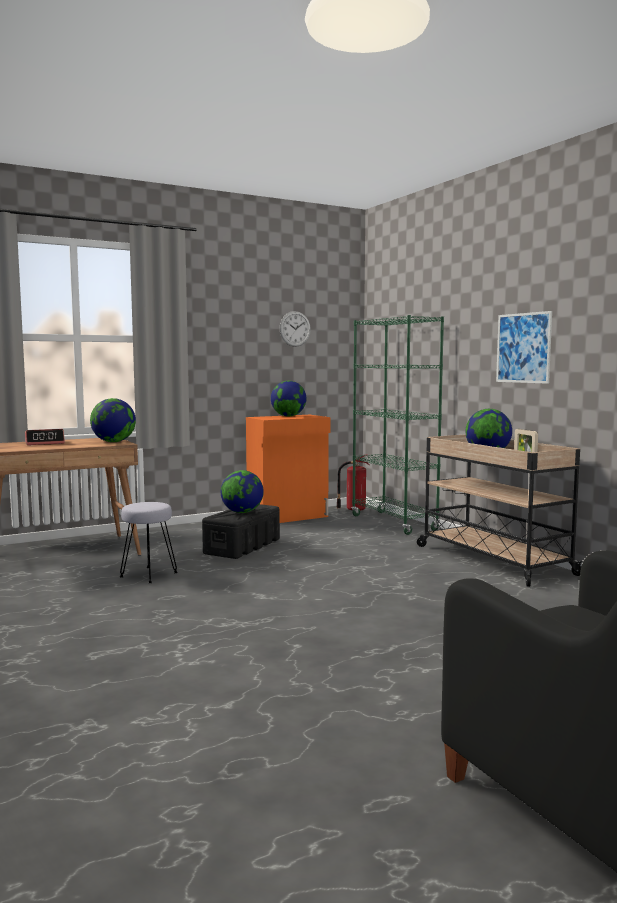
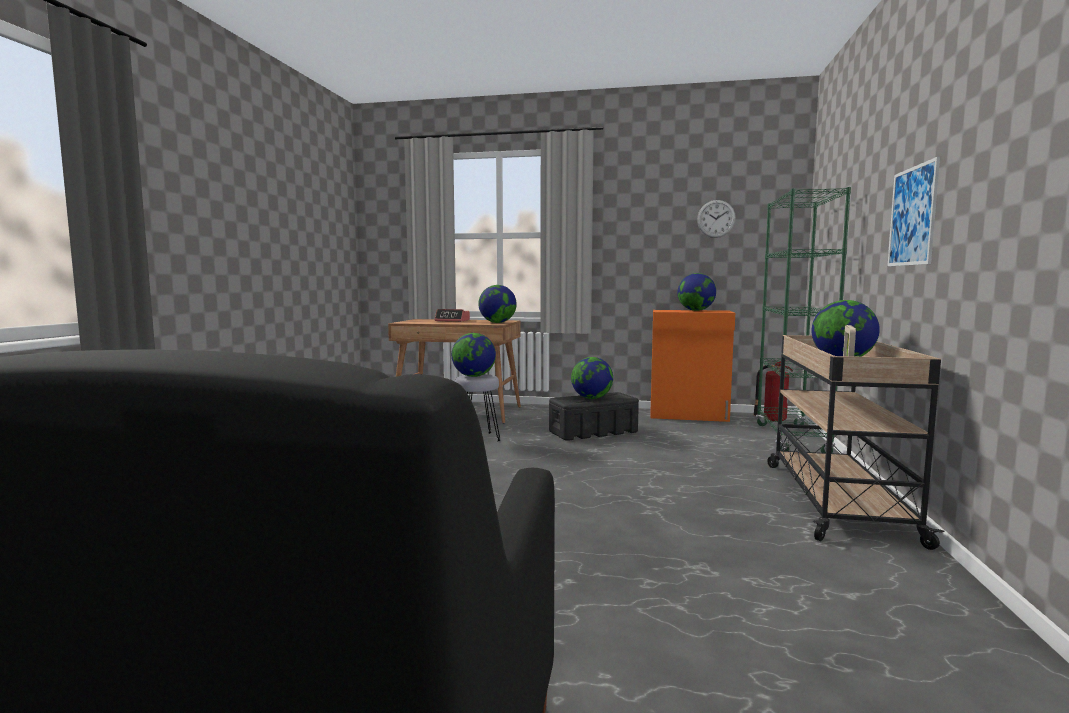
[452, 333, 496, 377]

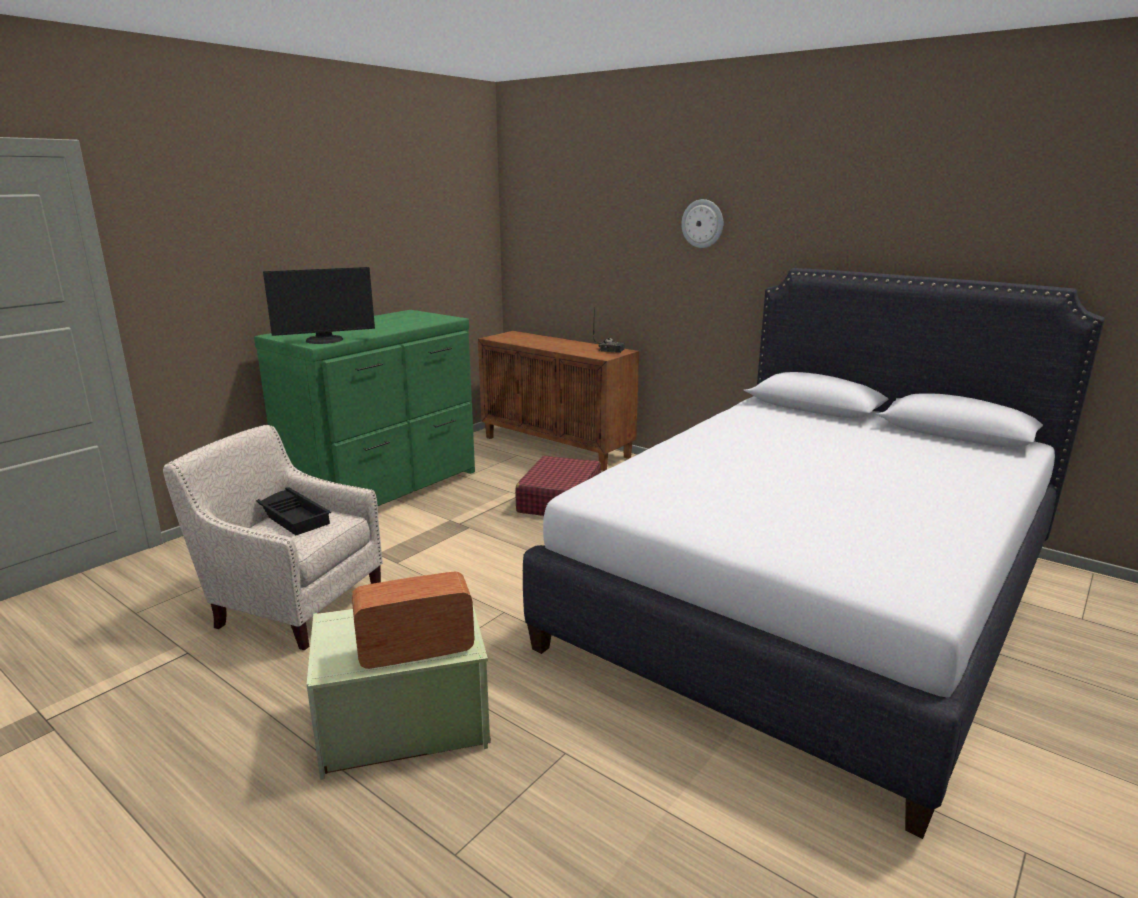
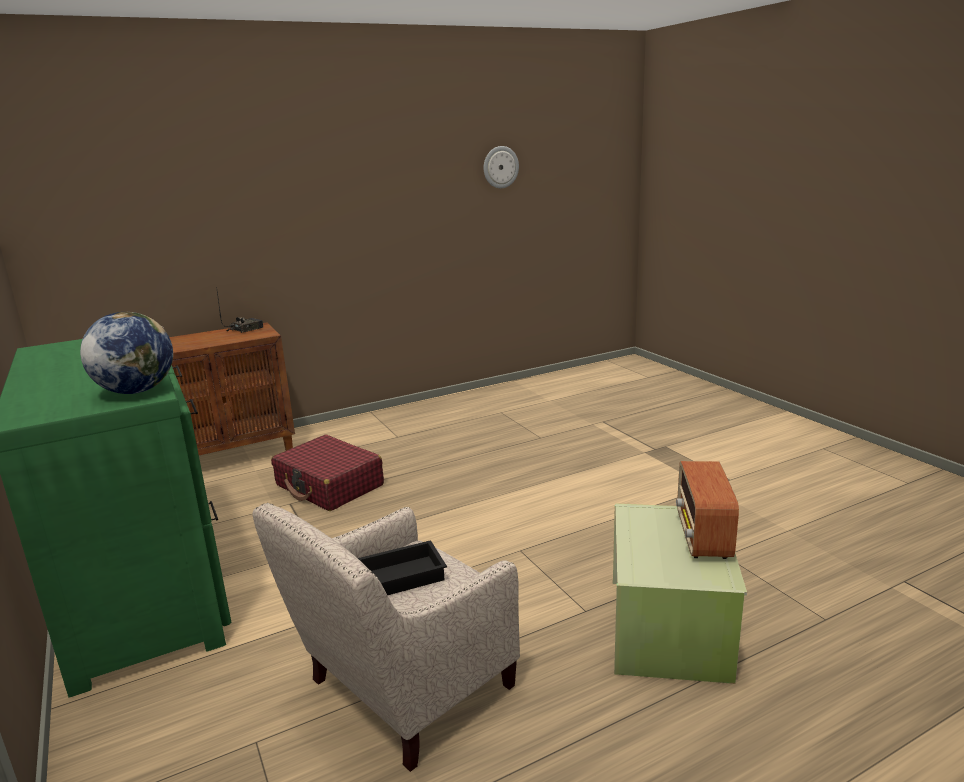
[484, 146, 519, 188]
[80, 312, 173, 394]
[523, 268, 1105, 839] (first image)

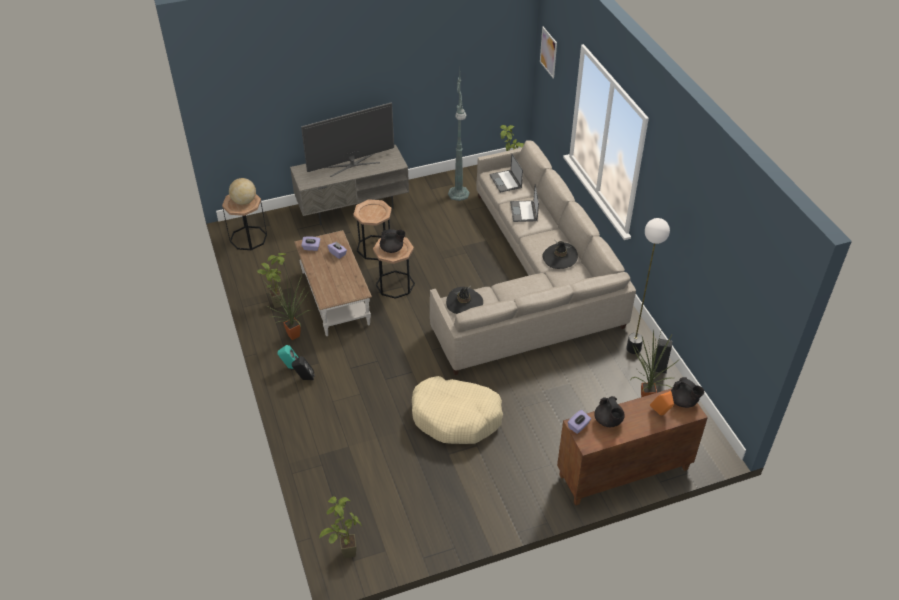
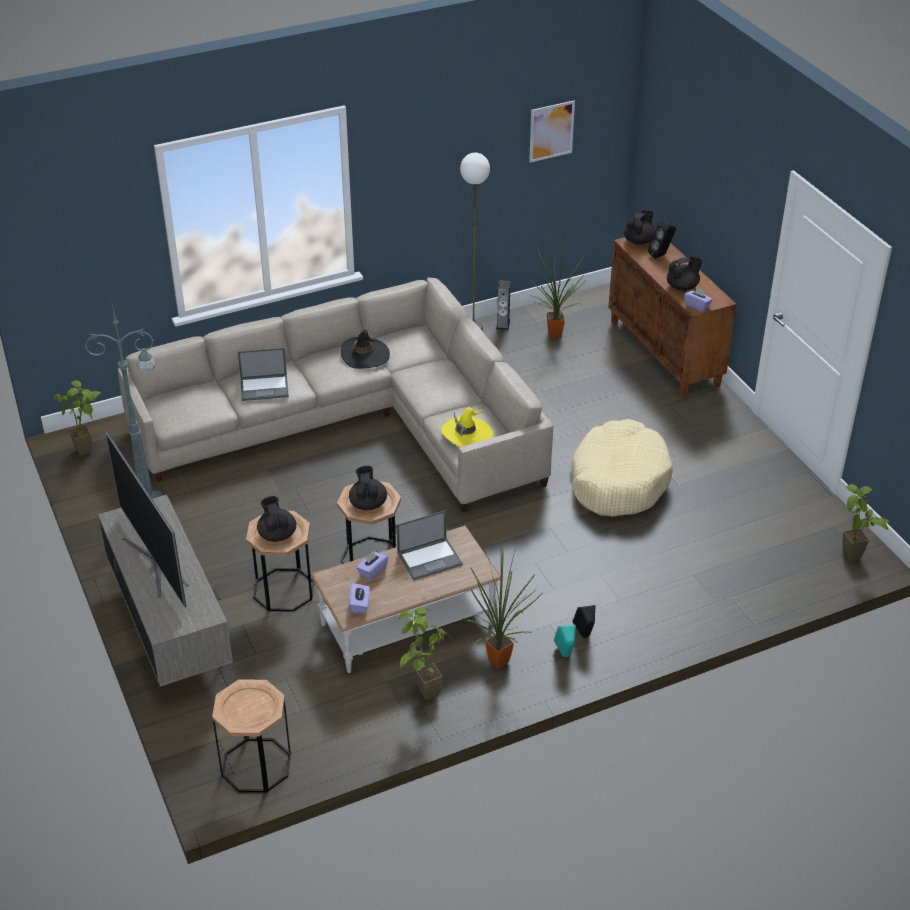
[529, 101, 575, 163]
[397, 510, 463, 580]
[229, 178, 256, 205] (first image)
[441, 407, 494, 447]
[648, 221, 676, 259]
[257, 496, 296, 542]

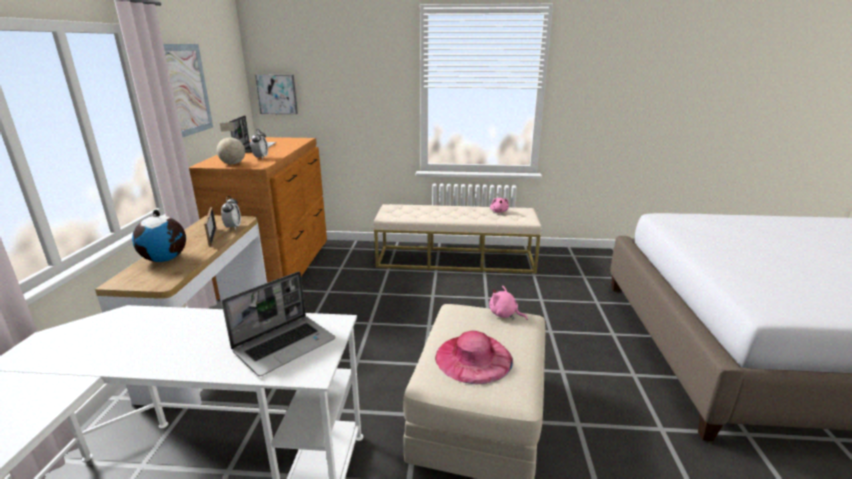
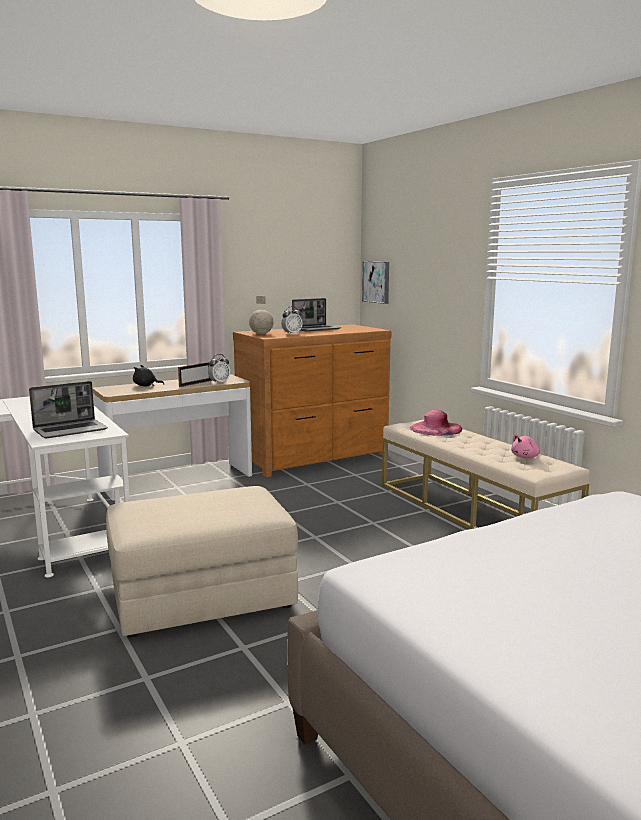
[163, 44, 213, 137] (first image)
[133, 365, 164, 386]
[29, 381, 108, 438]
[489, 286, 528, 320] (first image)
[410, 410, 462, 436]

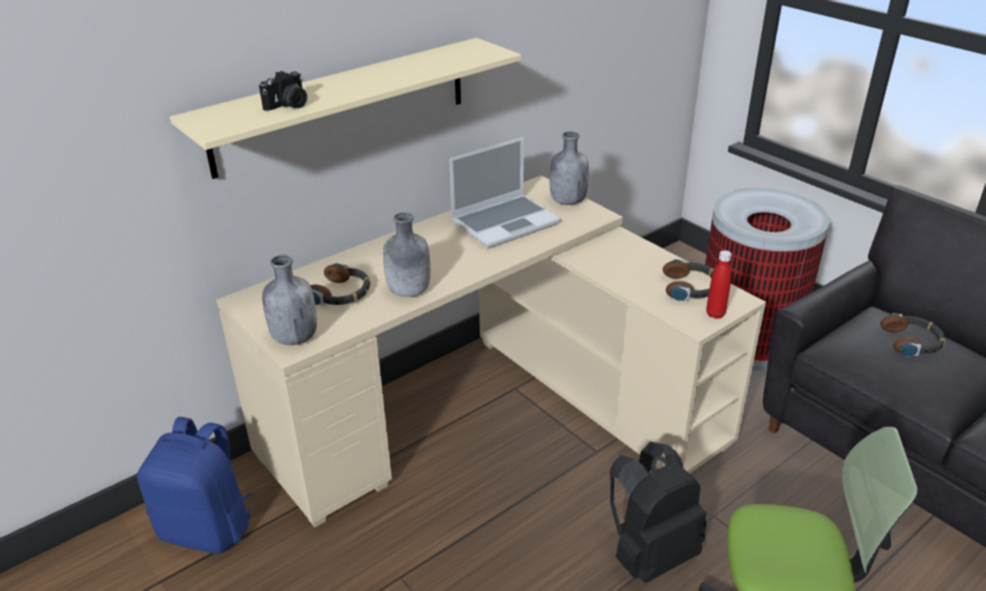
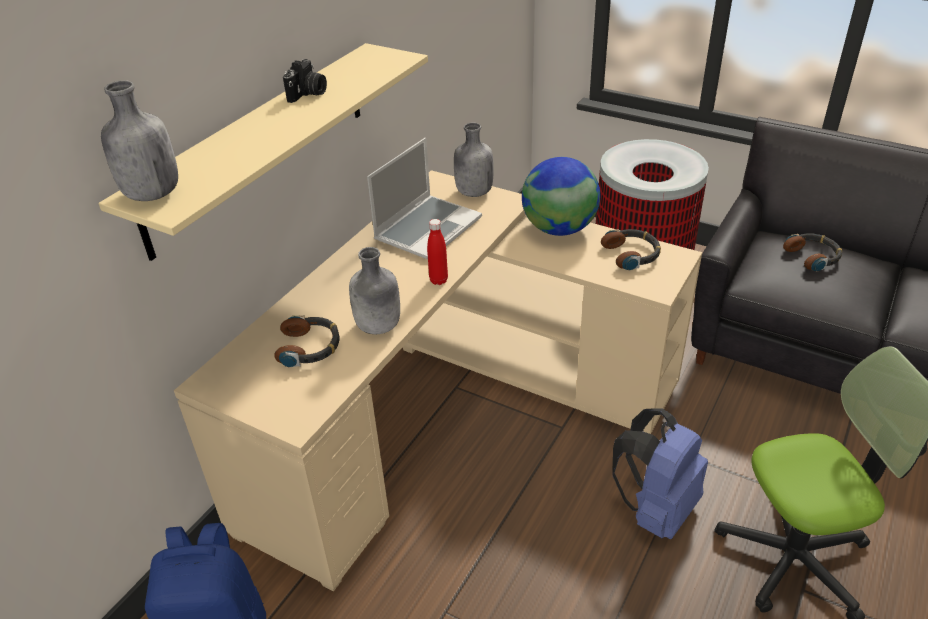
[283, 59, 327, 103]
[427, 219, 448, 285]
[101, 80, 178, 201]
[612, 408, 708, 539]
[522, 157, 600, 236]

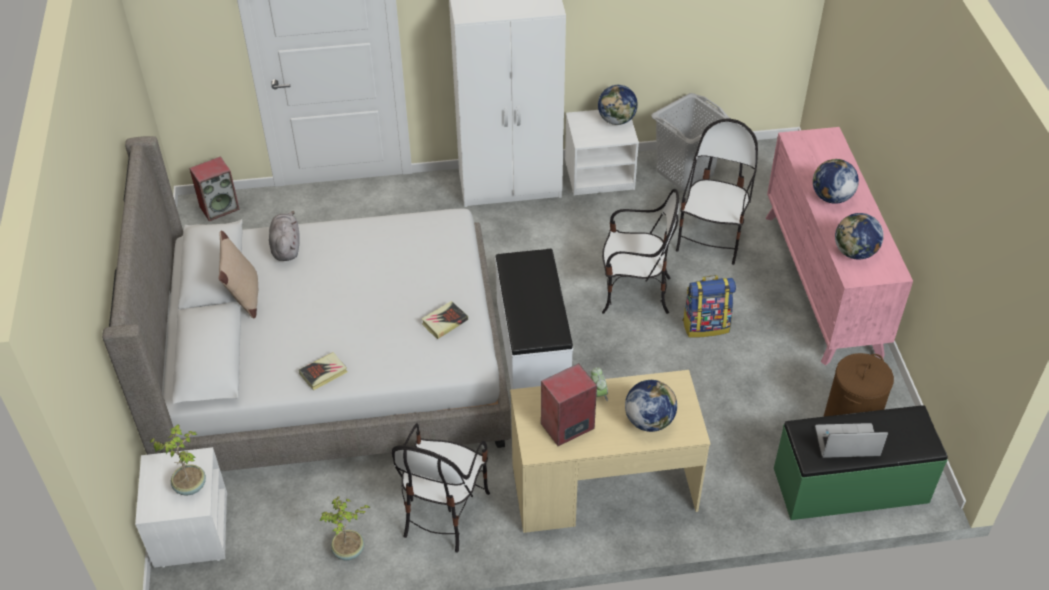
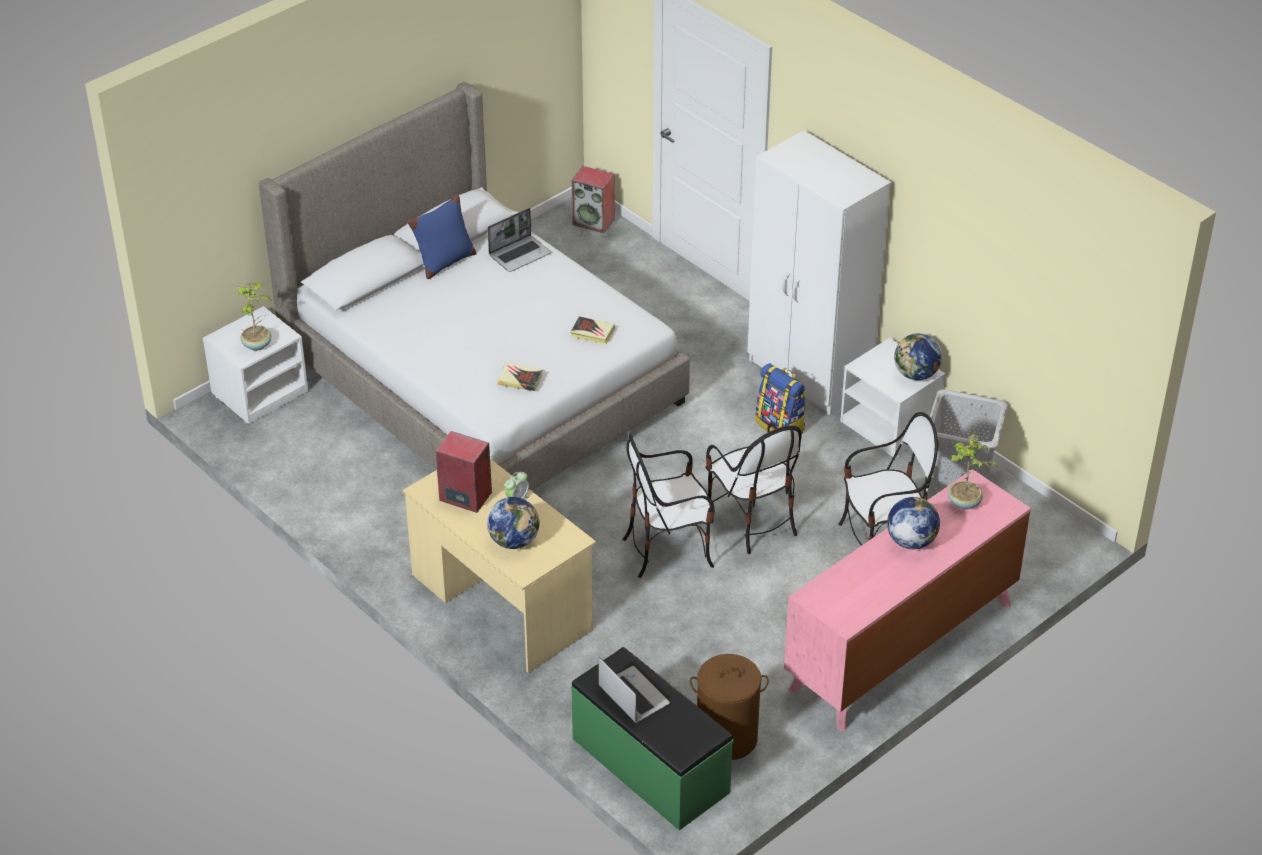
[487, 208, 551, 272]
[835, 213, 884, 260] (first image)
[407, 194, 477, 279]
[495, 249, 573, 389] (first image)
[755, 363, 806, 433]
[570, 316, 615, 345]
[623, 433, 715, 578]
[948, 434, 998, 509]

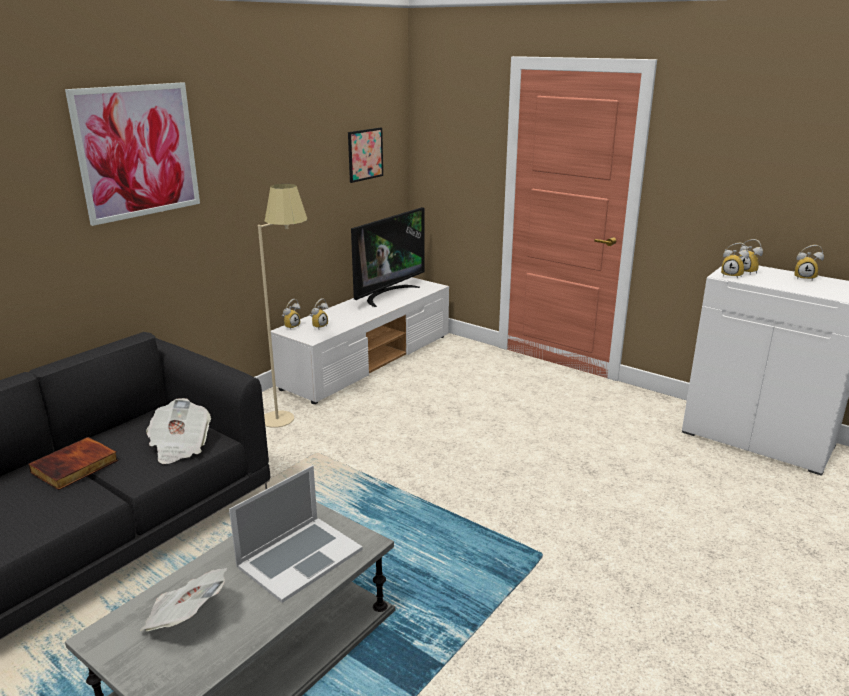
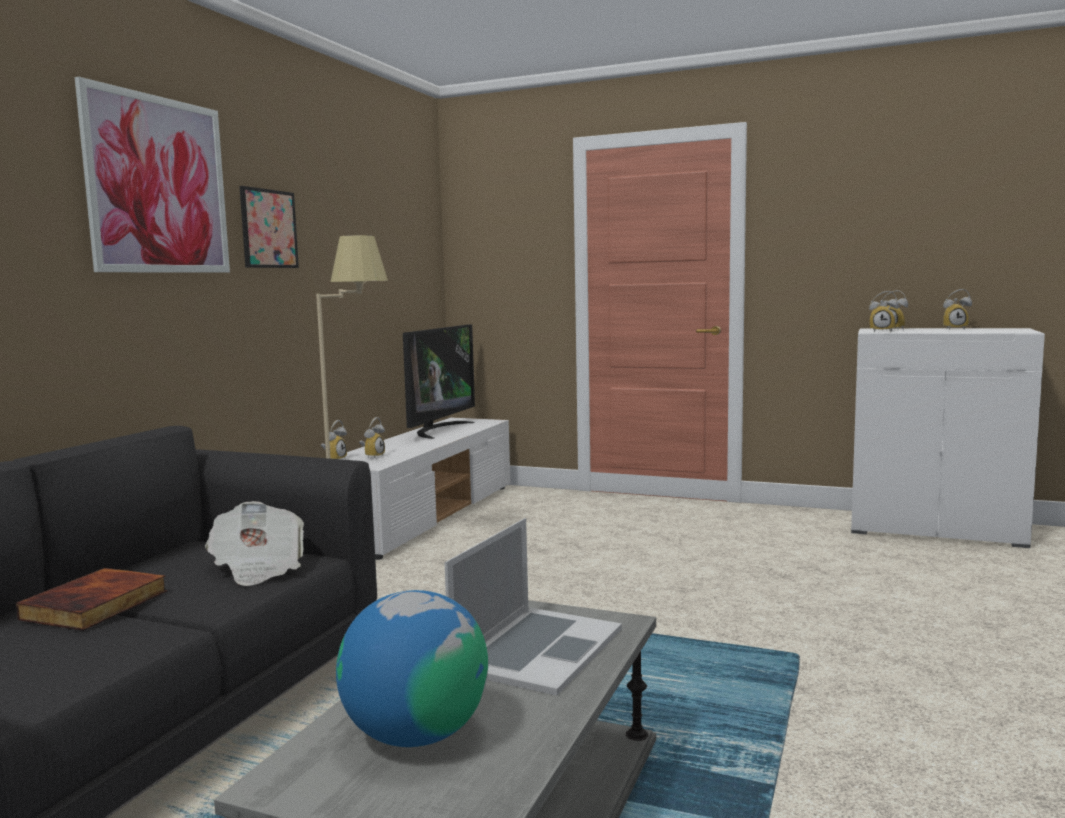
[240, 186, 299, 268]
[336, 590, 488, 747]

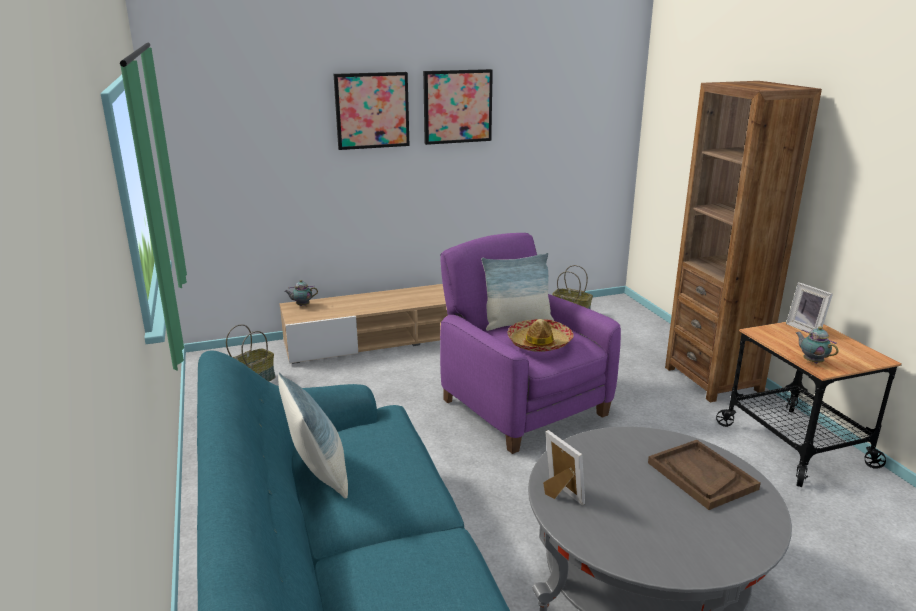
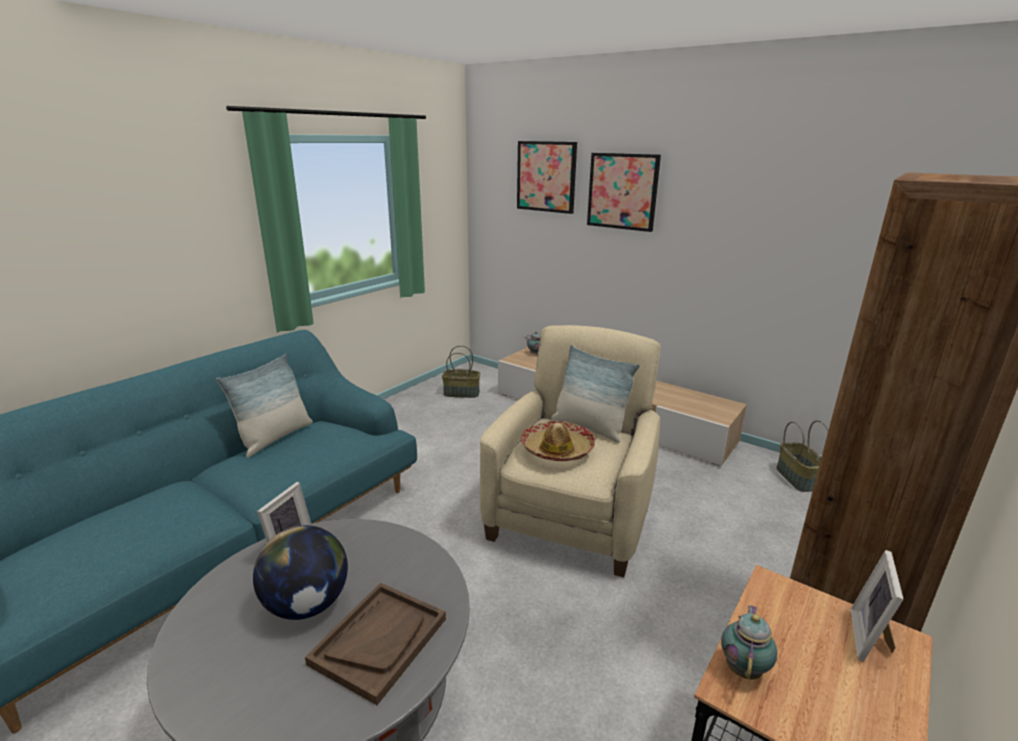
[517, 141, 577, 214]
[480, 325, 660, 578]
[253, 525, 348, 620]

